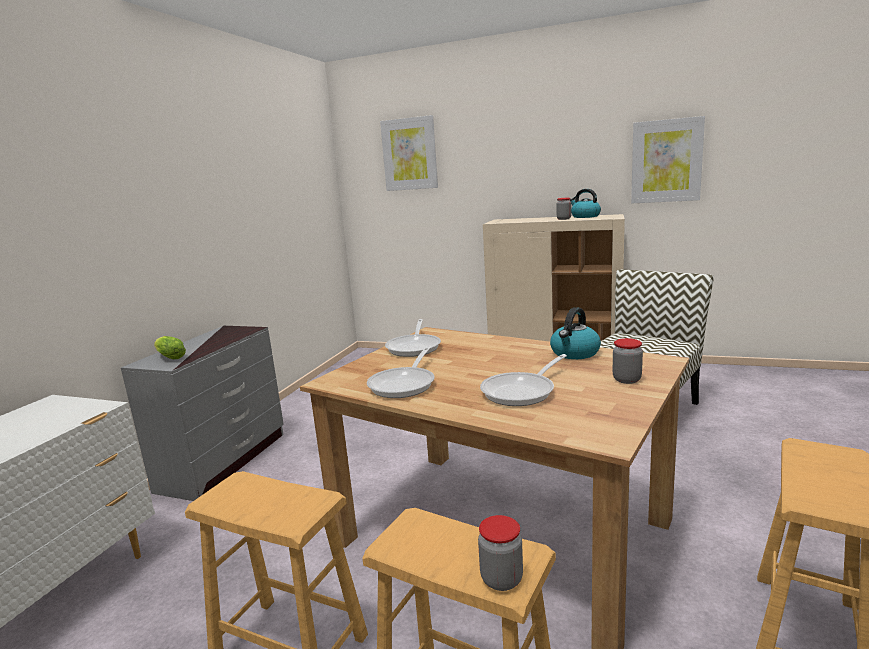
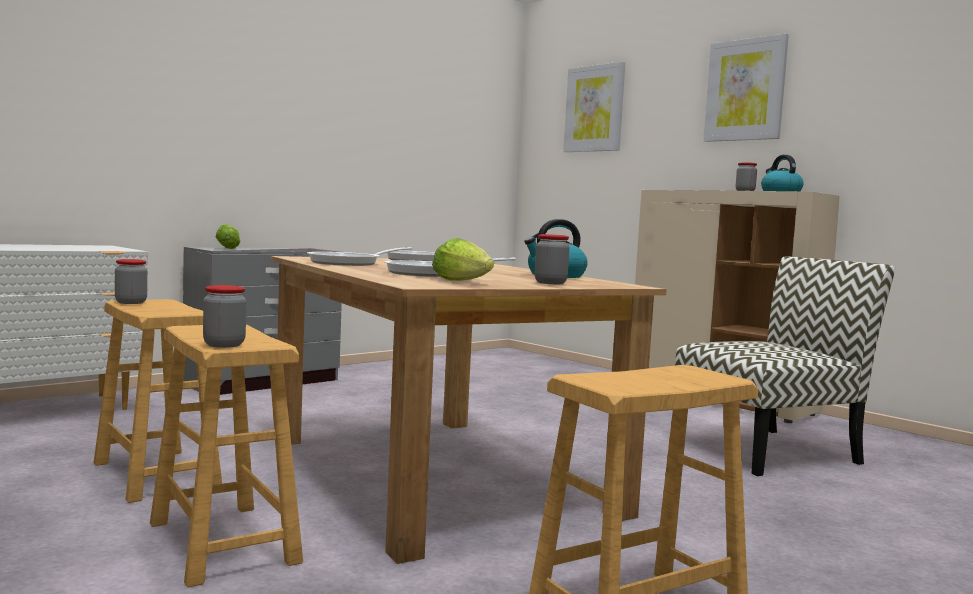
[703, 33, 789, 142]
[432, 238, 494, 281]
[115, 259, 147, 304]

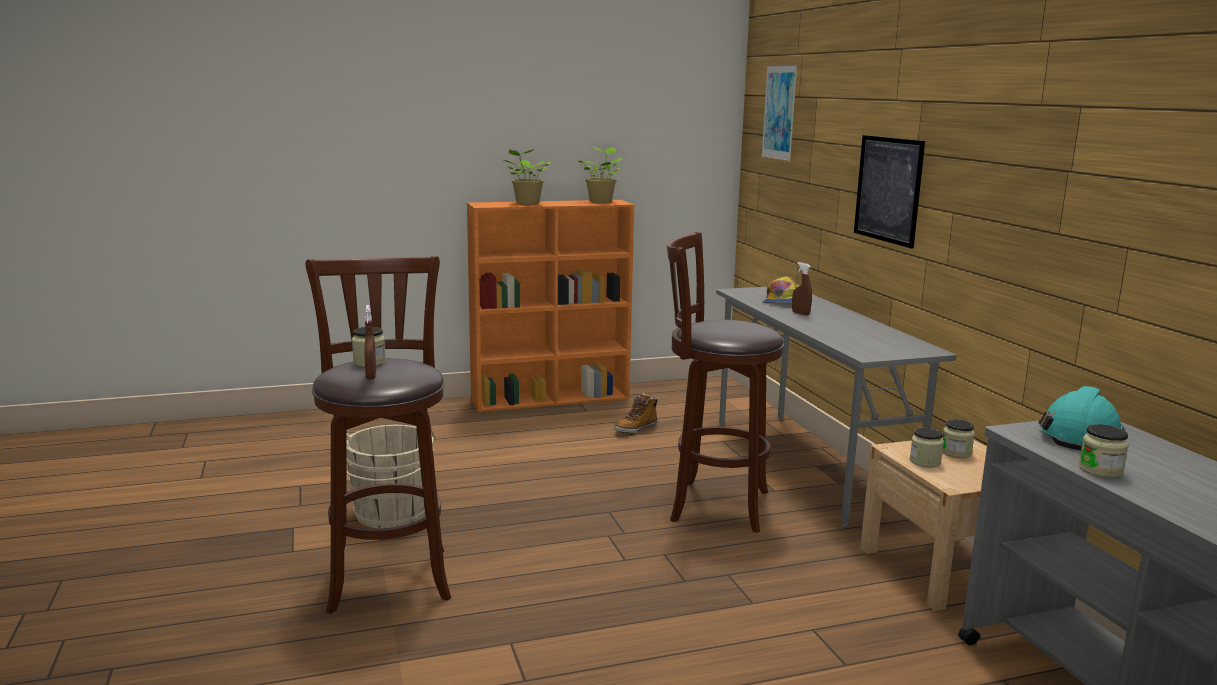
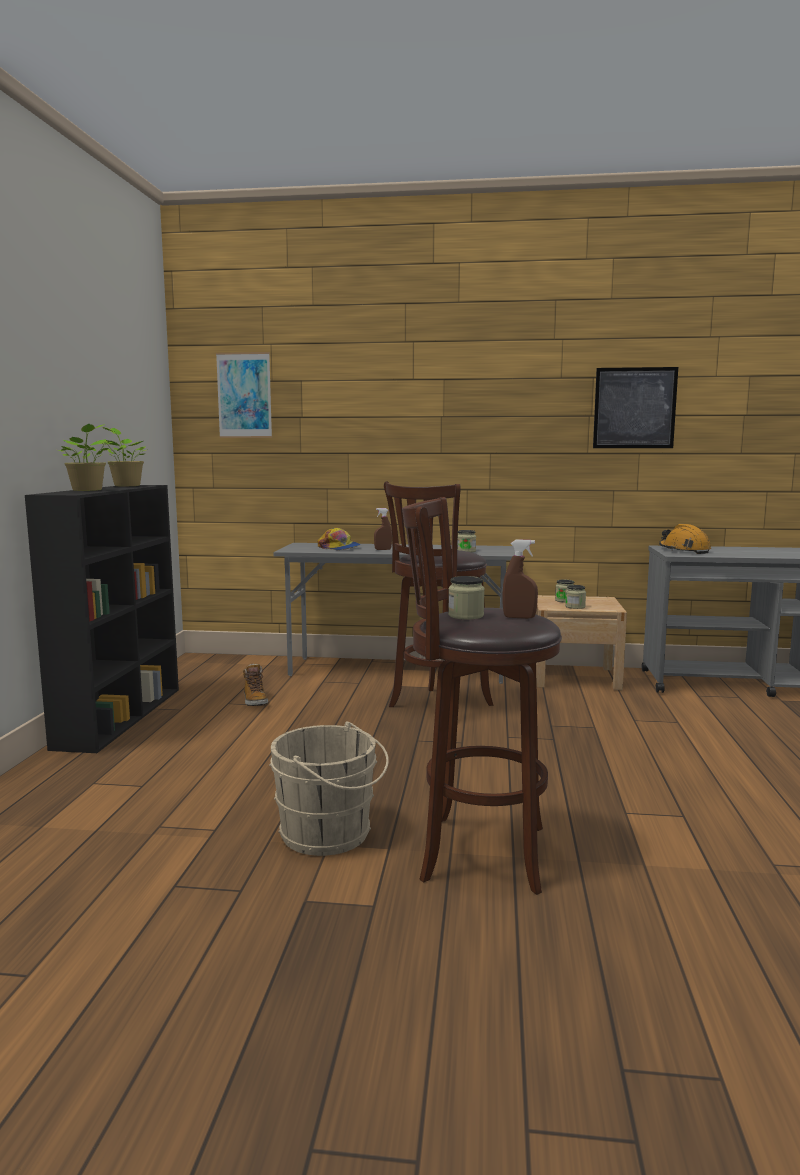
[593, 367, 678, 448]
[25, 485, 179, 753]
[659, 524, 711, 554]
[457, 530, 476, 552]

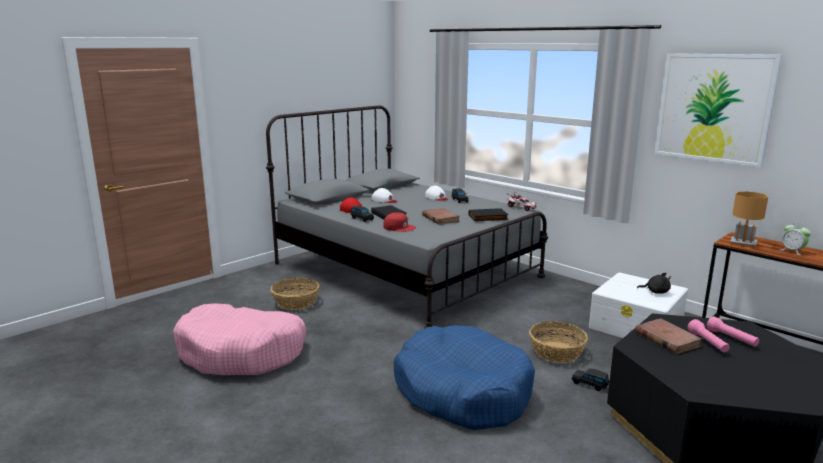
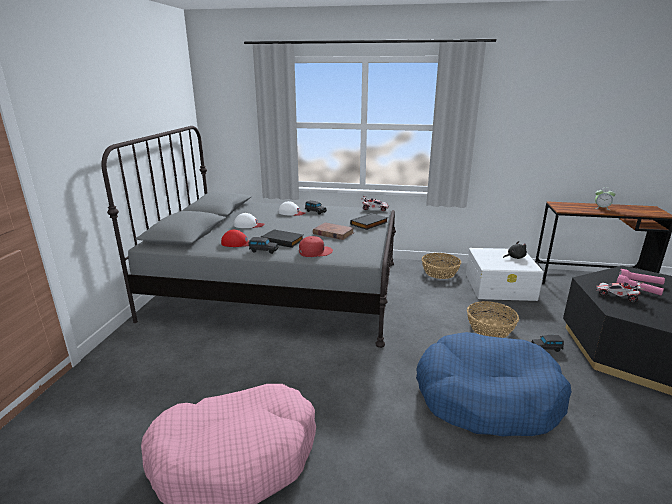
[655, 53, 782, 167] (first image)
[730, 191, 768, 248] (first image)
[422, 253, 461, 279]
[596, 282, 645, 302]

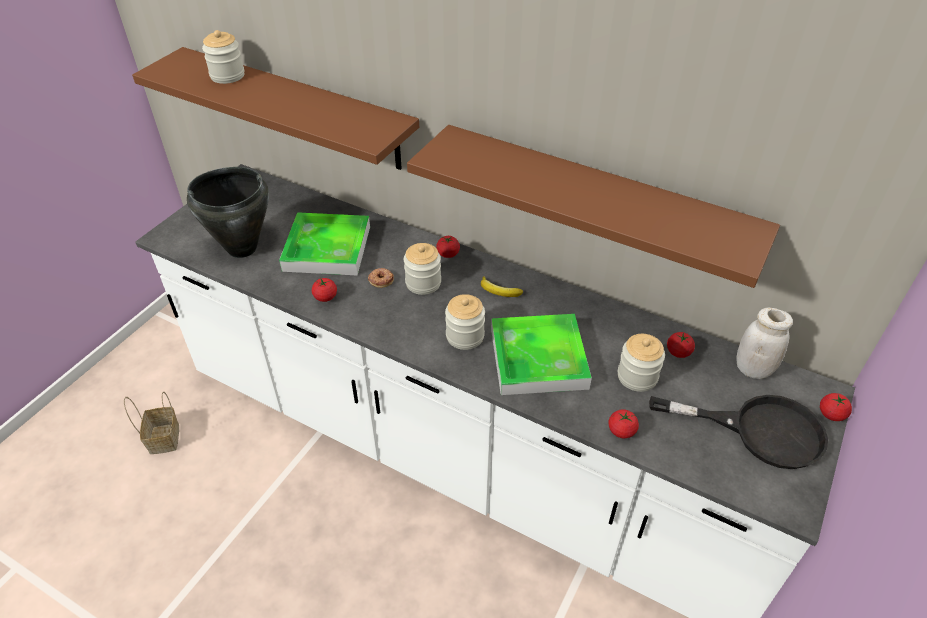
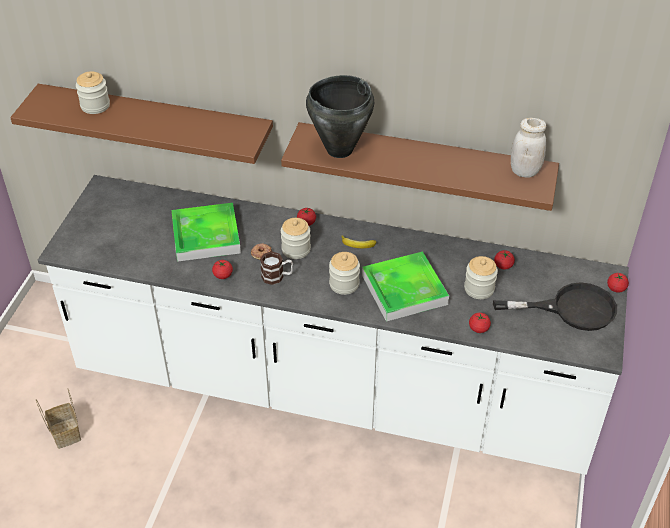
[306, 75, 374, 158]
[511, 118, 546, 177]
[260, 251, 293, 285]

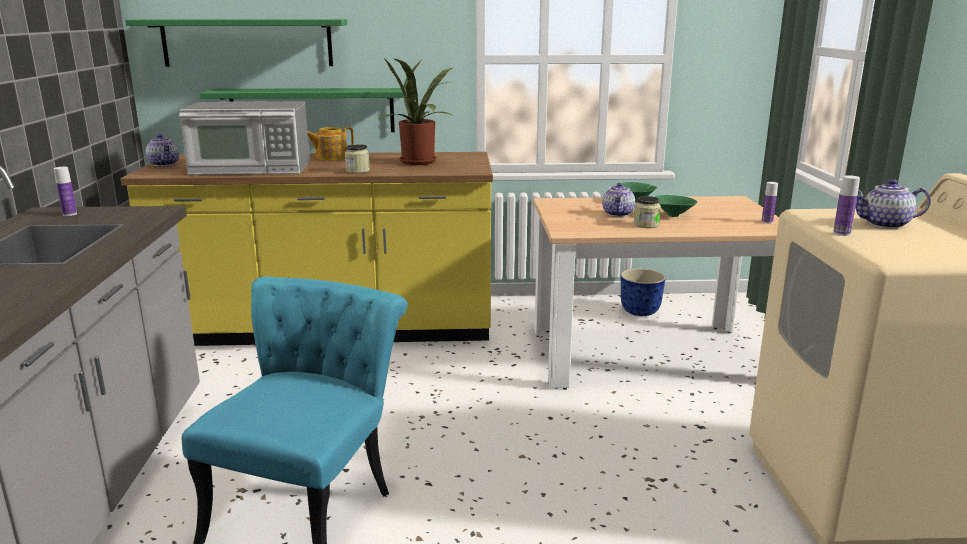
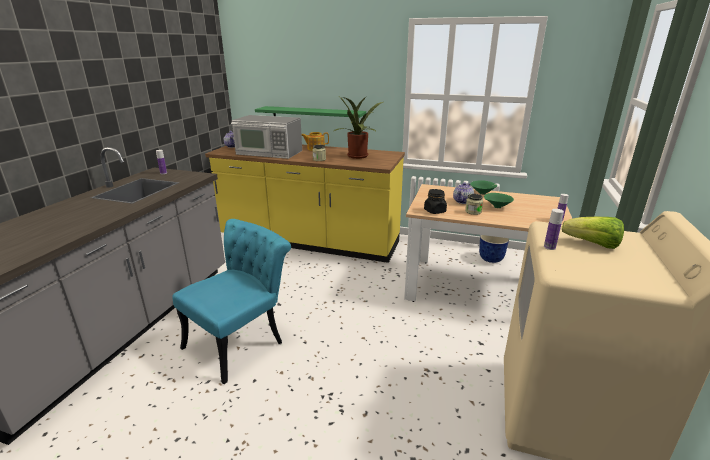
[125, 19, 347, 67] (first image)
[562, 217, 624, 249]
[424, 189, 447, 214]

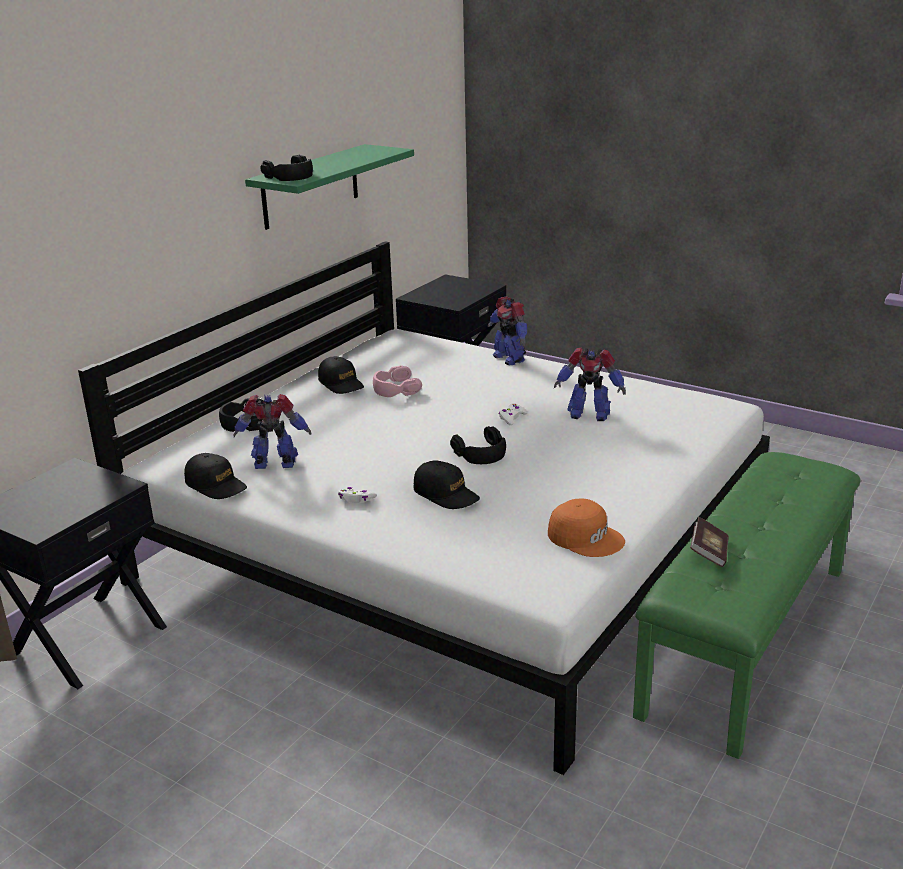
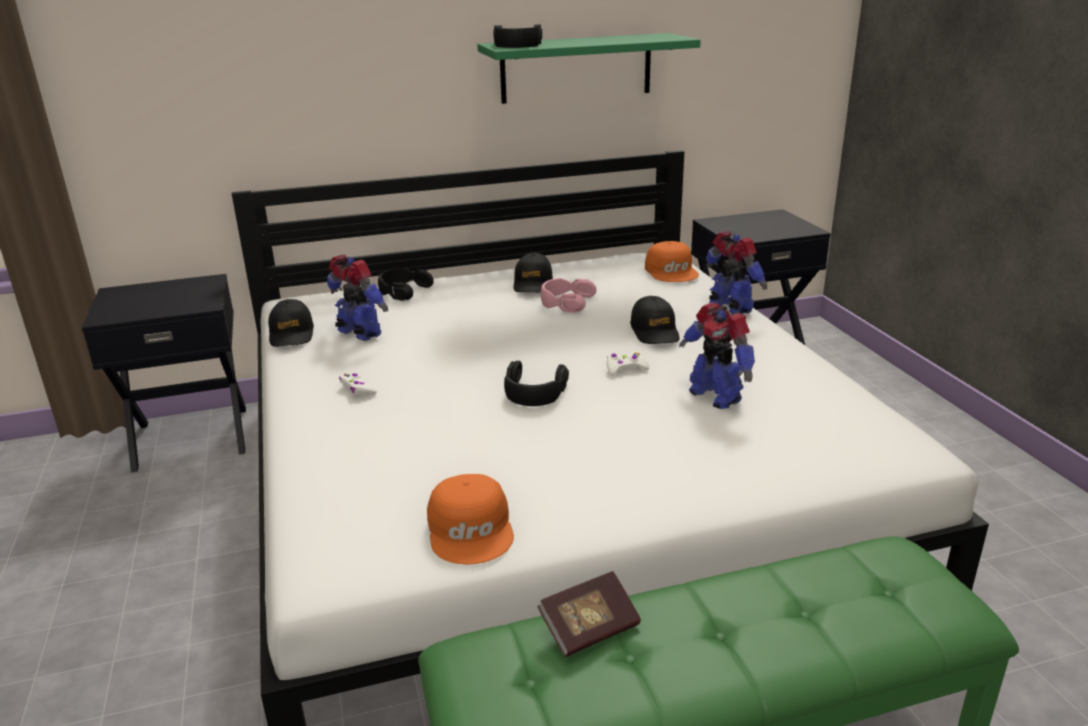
[706, 231, 767, 315]
[630, 296, 680, 344]
[645, 241, 699, 282]

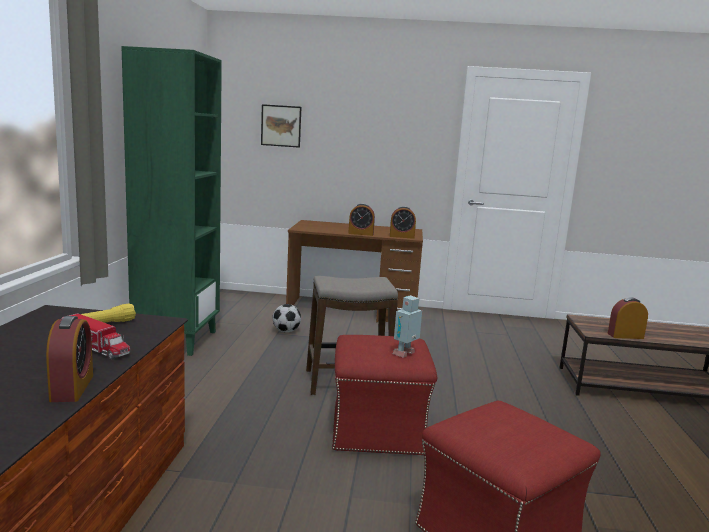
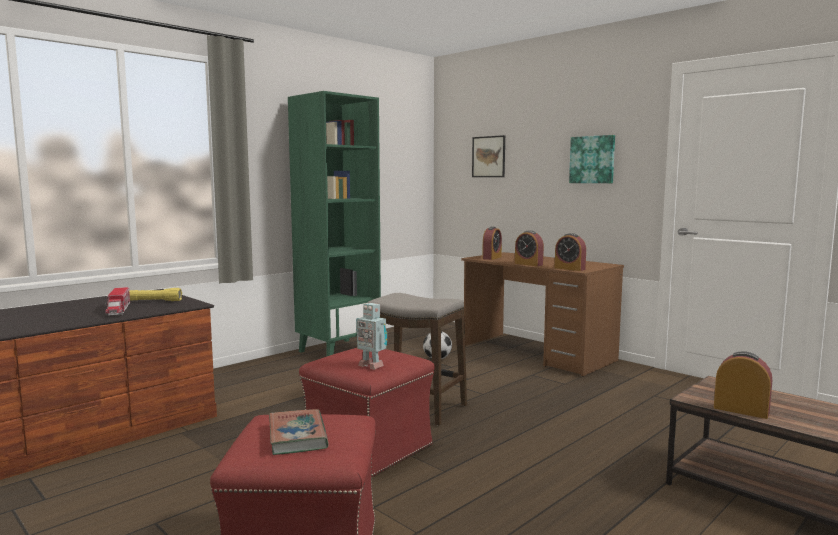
[356, 303, 387, 369]
[482, 227, 502, 260]
[569, 135, 615, 183]
[269, 409, 329, 455]

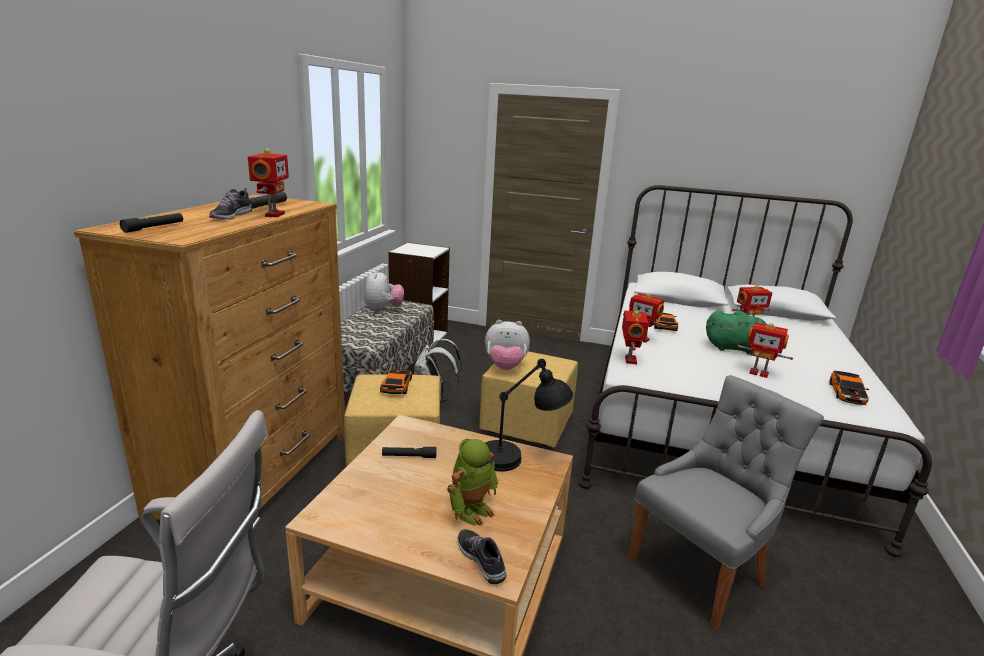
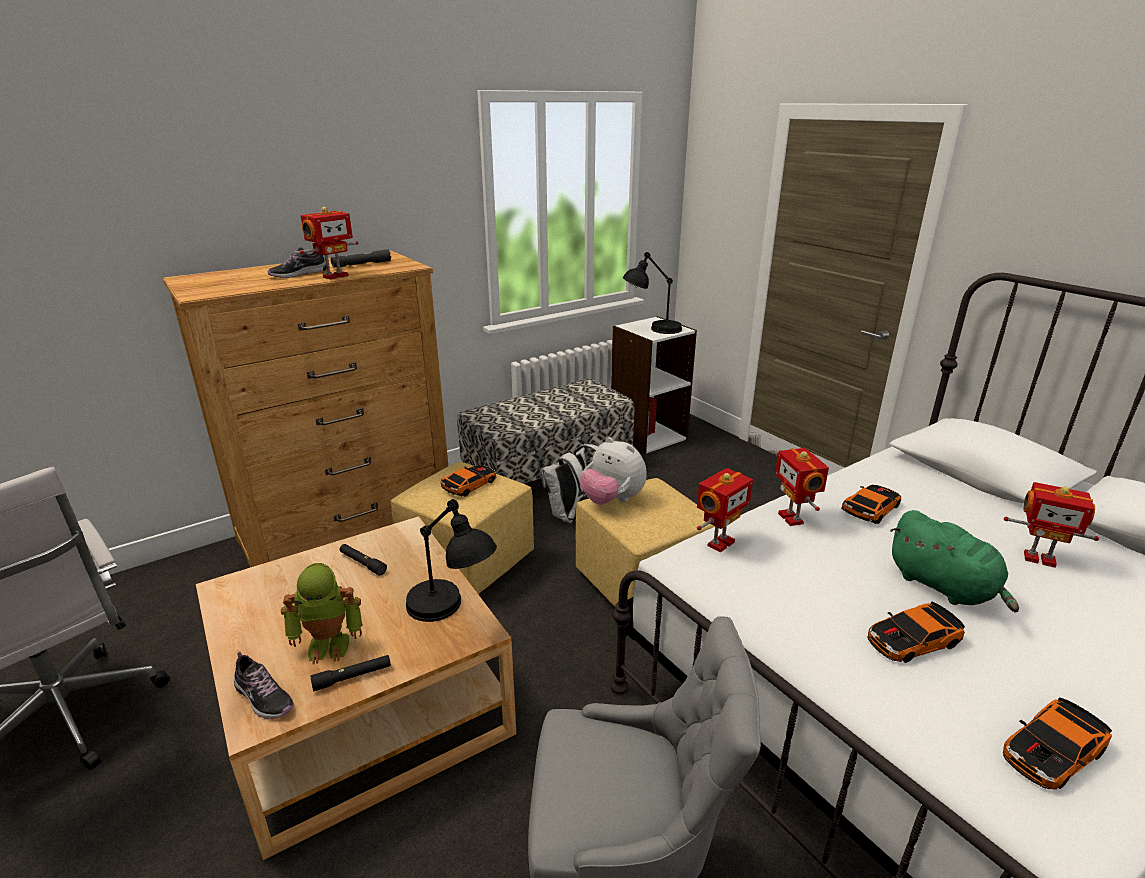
[310, 655, 391, 691]
[364, 269, 404, 312] (first image)
[867, 602, 965, 663]
[234, 652, 294, 719]
[623, 252, 682, 334]

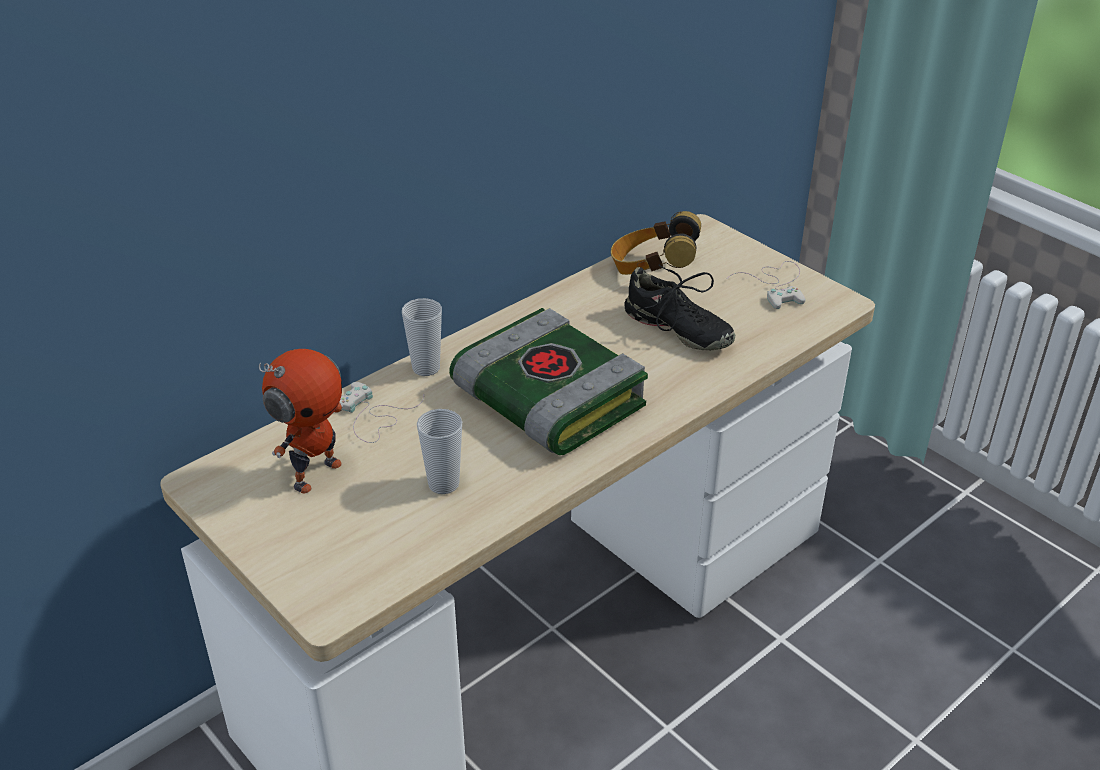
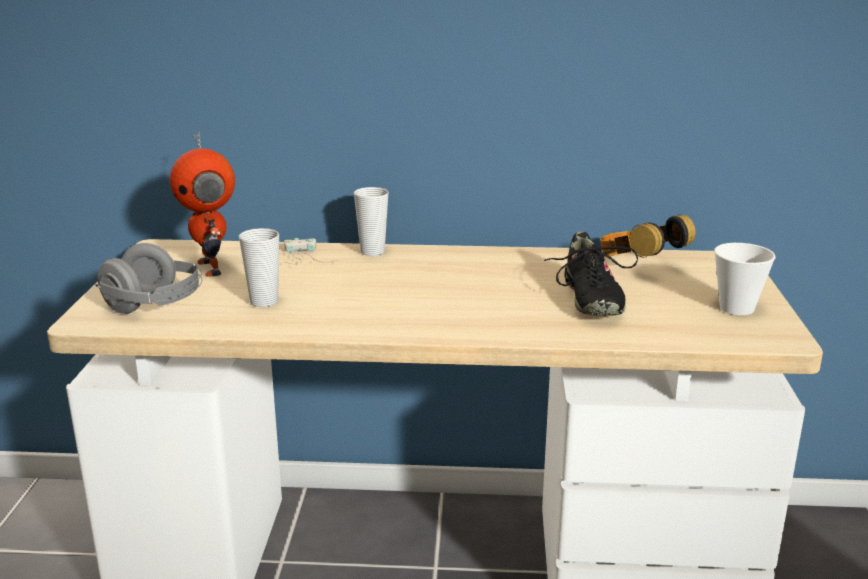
[714, 243, 775, 315]
[449, 308, 648, 455] (first image)
[170, 132, 235, 277]
[95, 243, 202, 314]

